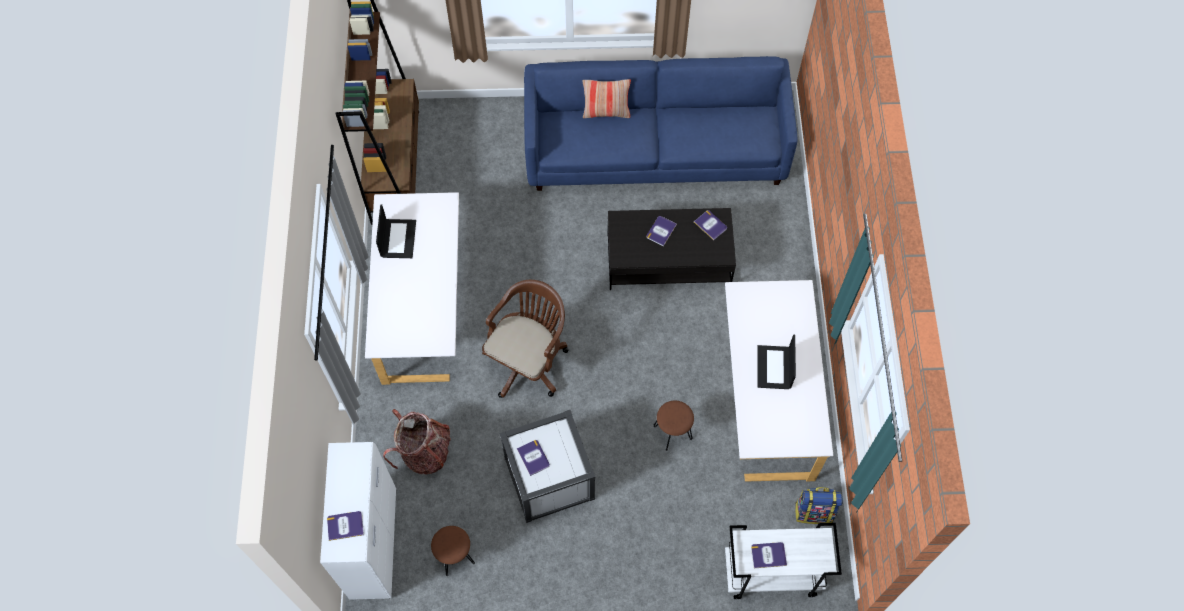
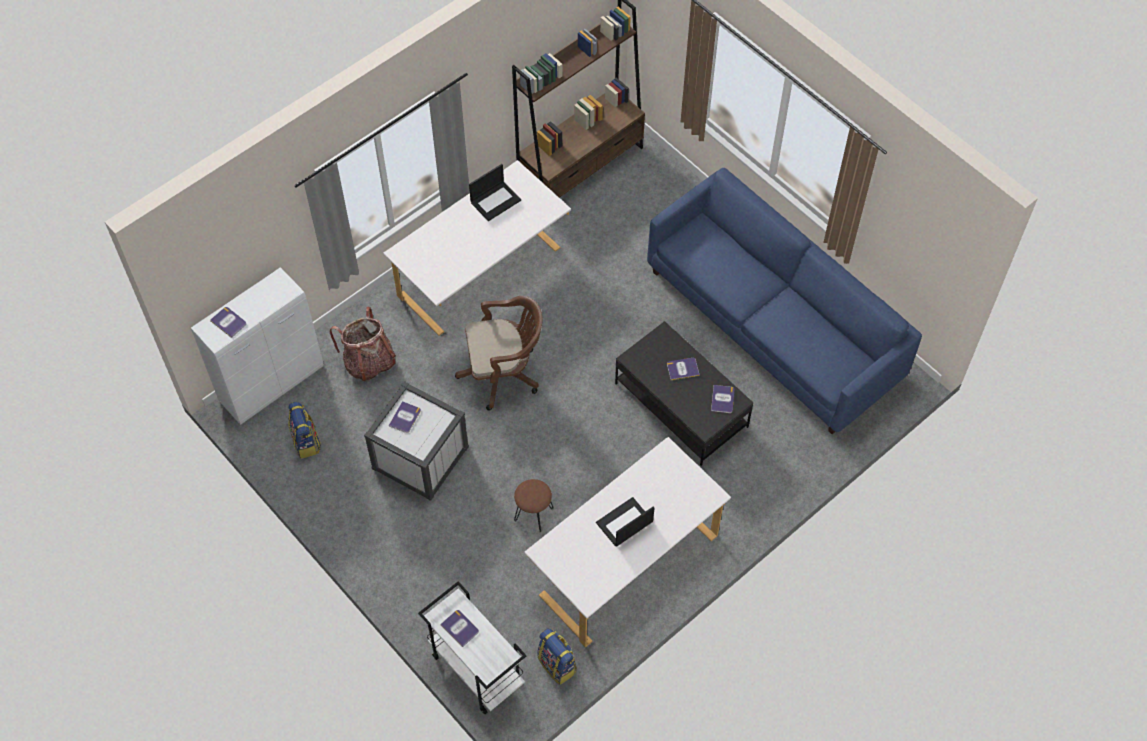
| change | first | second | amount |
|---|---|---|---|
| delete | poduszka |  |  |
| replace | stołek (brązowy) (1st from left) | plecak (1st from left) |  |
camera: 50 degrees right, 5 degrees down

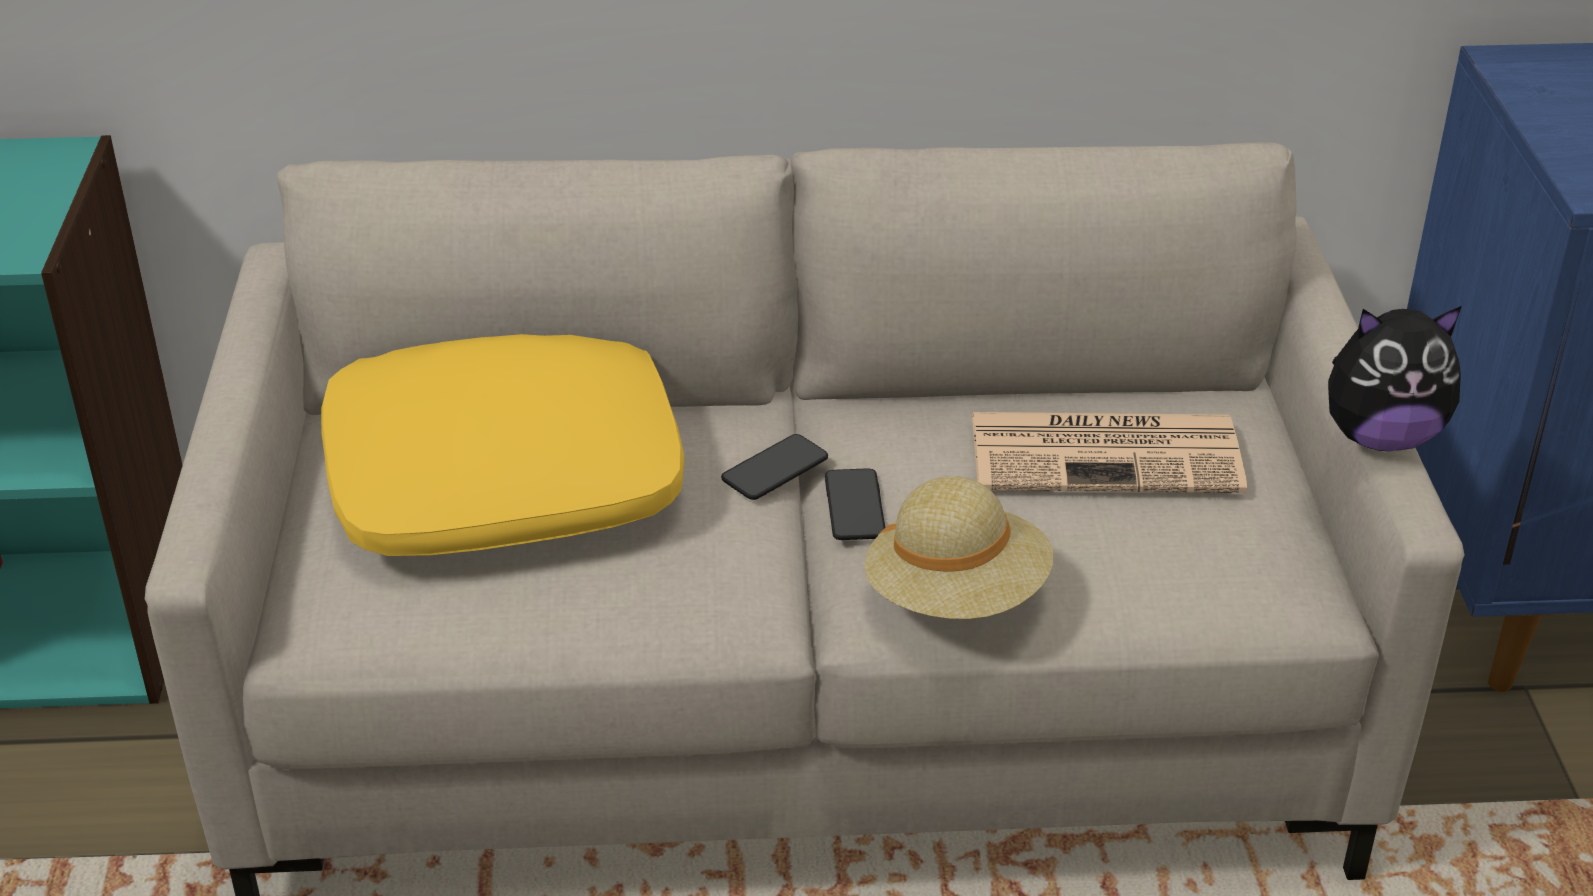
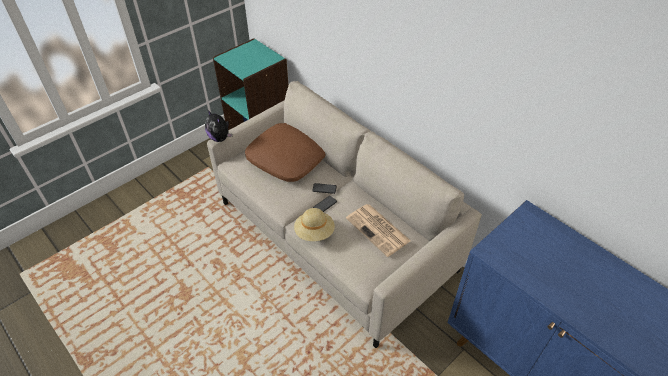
| change | first | second | amount |
|---|---|---|---|
| move | pluszak |  |  |
| recolor | poduszka (żółty) | poduszka (brązowy) |  |
camera: 50 degrees right, 10 degrees up

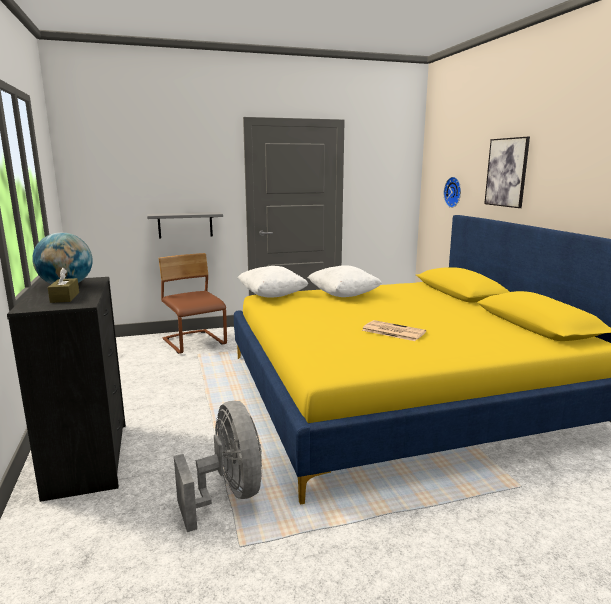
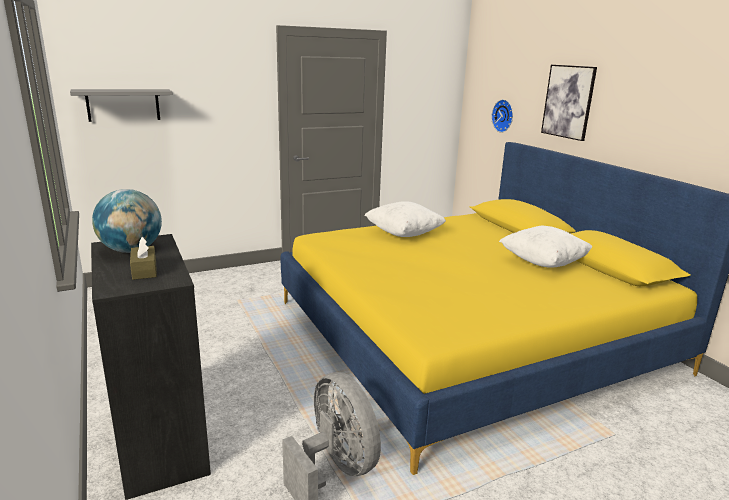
| change | first | second | amount |
|---|---|---|---|
| delete | krzesło (brązowy) |  |  |
| delete | gazeta |  |  |
| move | półka (szary) |  |  |
| move | poduszka (biały) (1st from left in the first image) | poduszka (biały) (2nd from left) |  |
camera: 10 degrees left, 5 degrees up

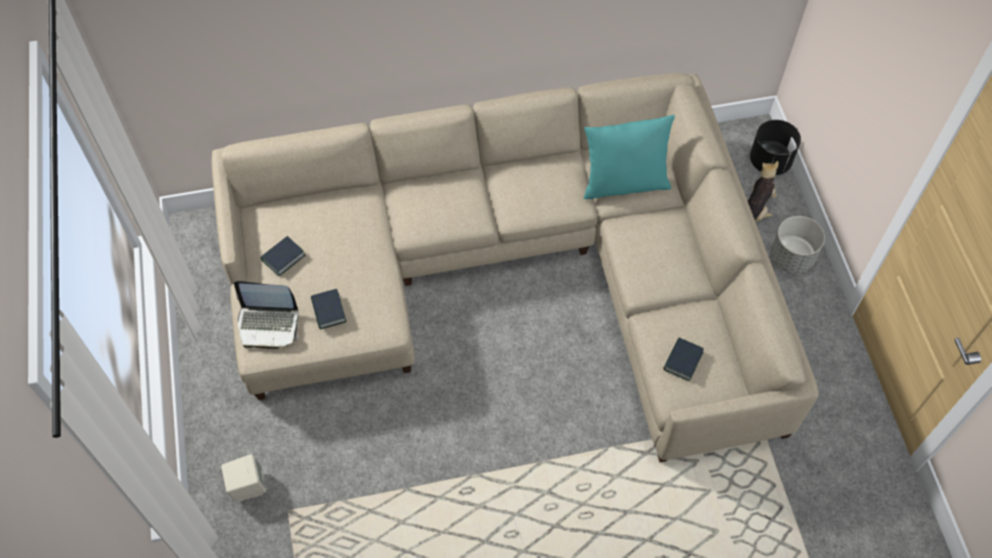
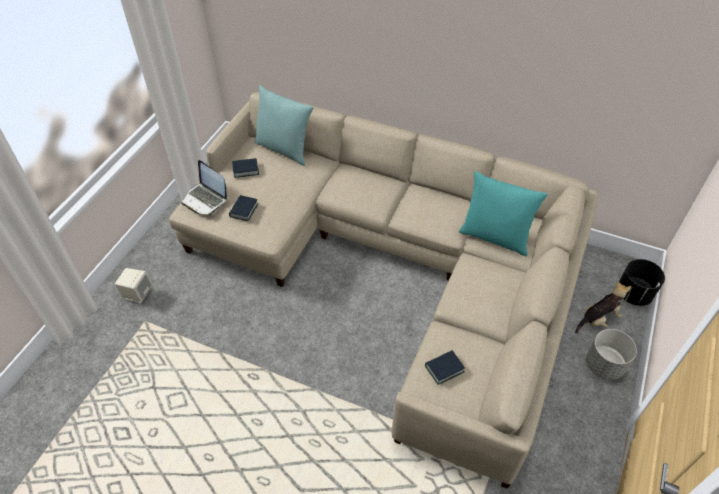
| change | first | second | amount |
|---|---|---|---|
| insert |  | poduszka (turkusowy) (1st from left) |  |
camera: 35 degrees right, 10 degrees down

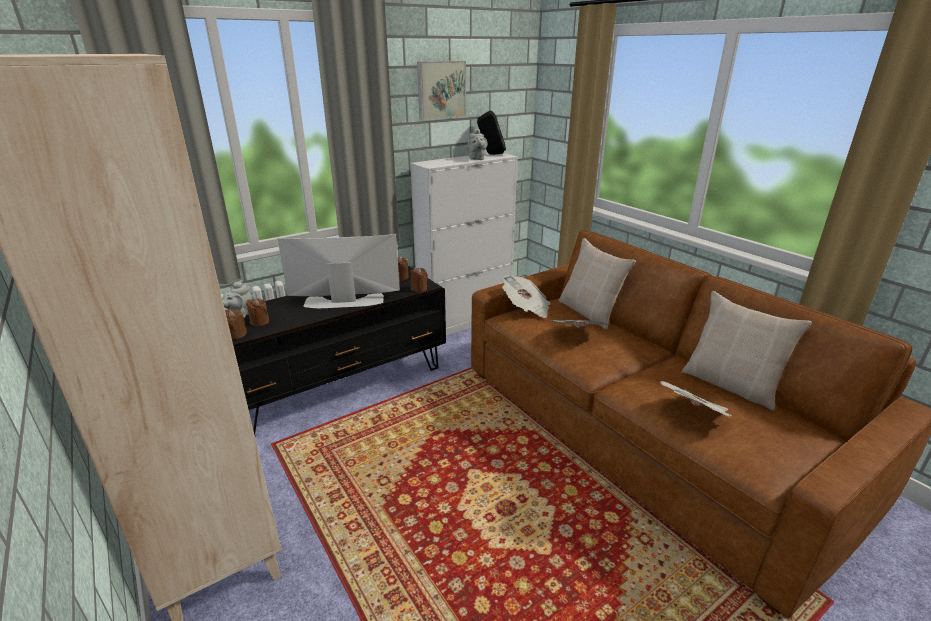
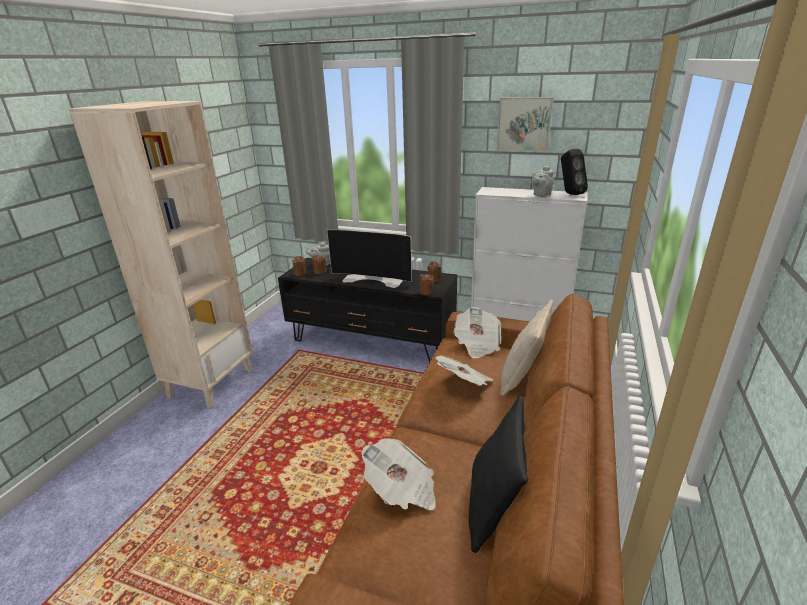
| change | first | second | amount |
|---|---|---|---|
| recolor | poduszka (beżowy) (2nd from left) | poduszka (czarny) |  |
| rotate | telewizor |  | 150 degrees clockwise |
camera: 55 degrees right, 0 degrees up

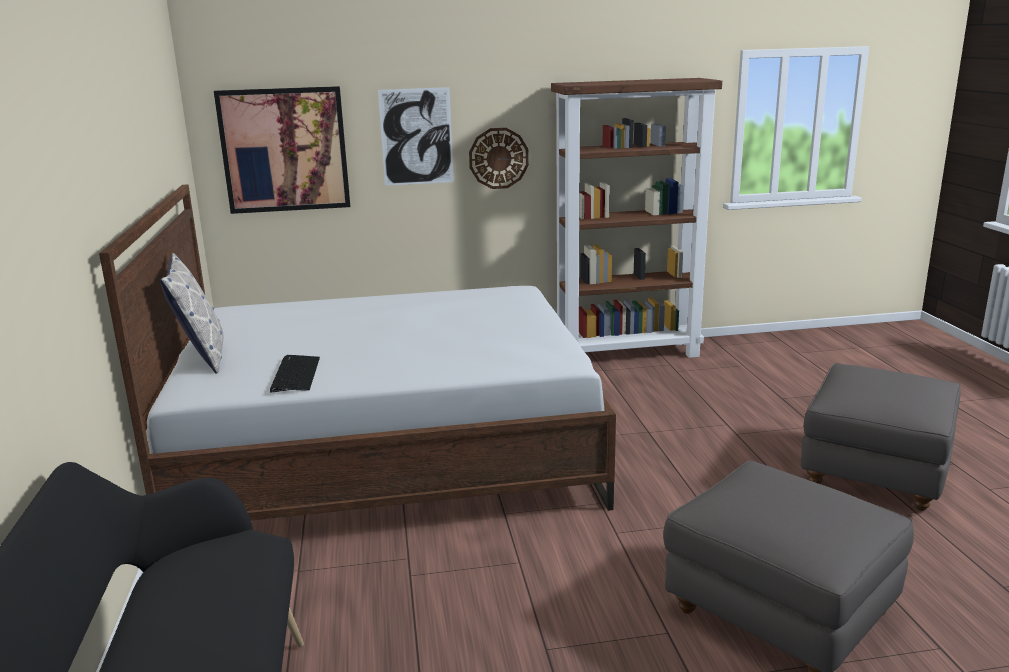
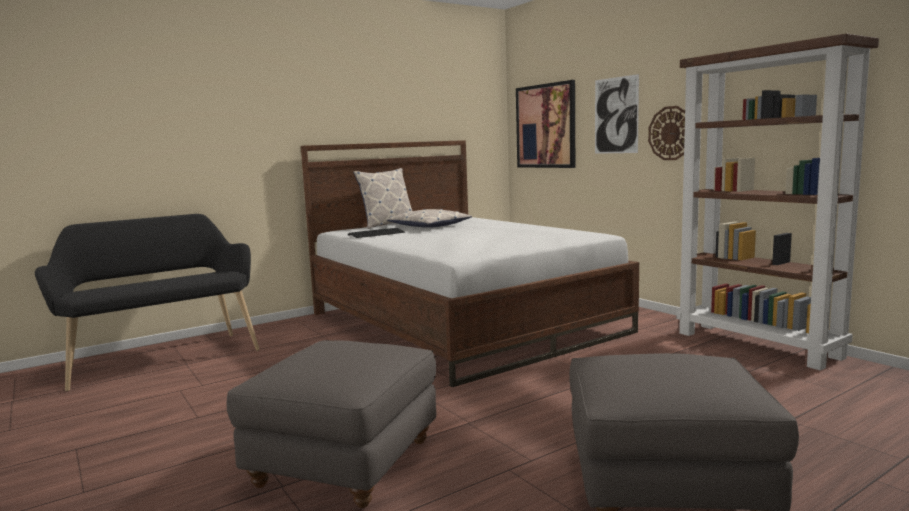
| change | first | second | amount |
|---|---|---|---|
| insert |  | poduszka (2nd from left) |  |
camera: 65 degrees right, 10 degrees down

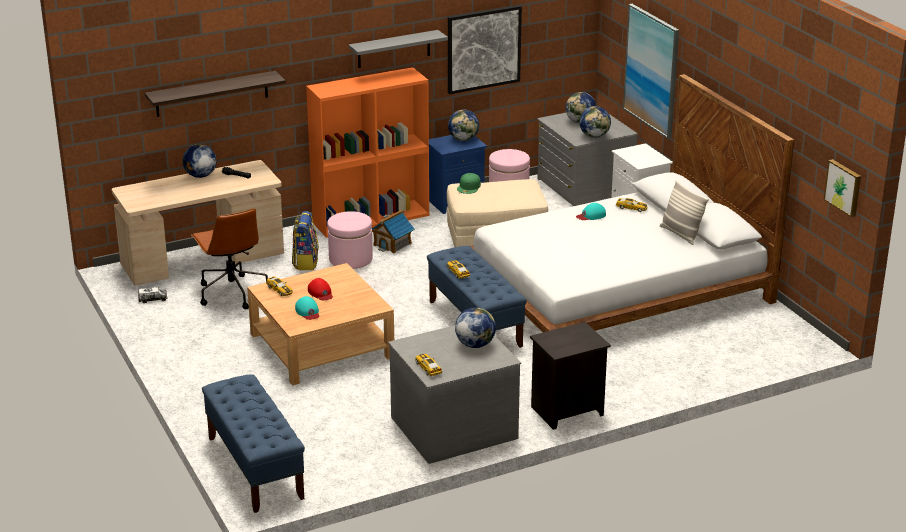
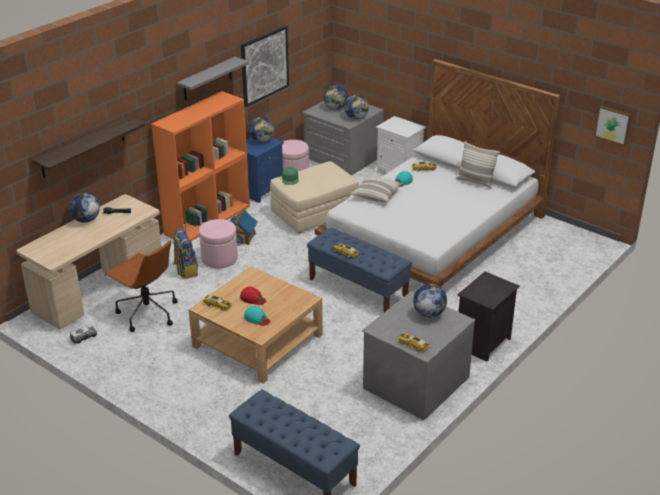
| change | first | second | amount |
|---|---|---|---|
| delete | obraz (2nd from left) |  |  |
| insert |  | poduszka (1st from left) |  |
camera: 25 degrees left, 5 degrees up

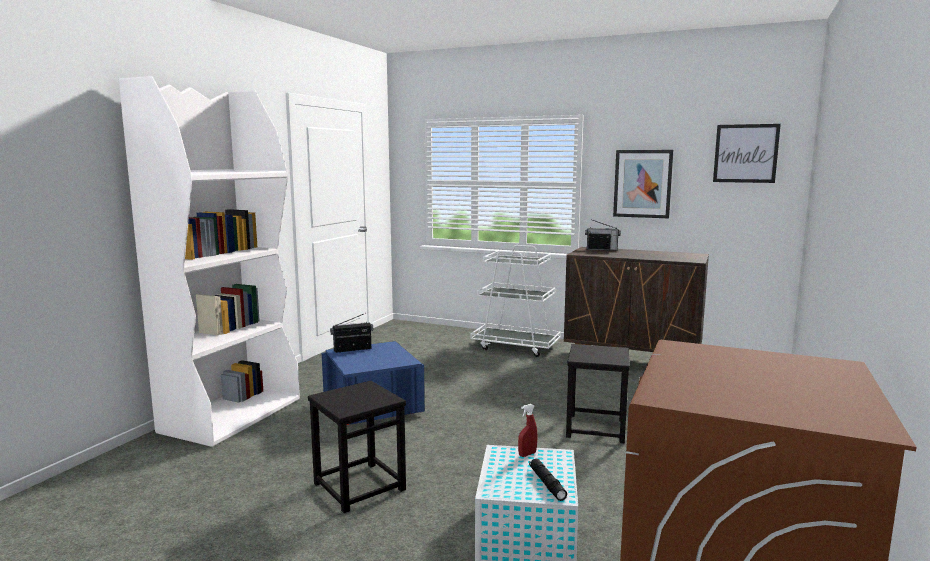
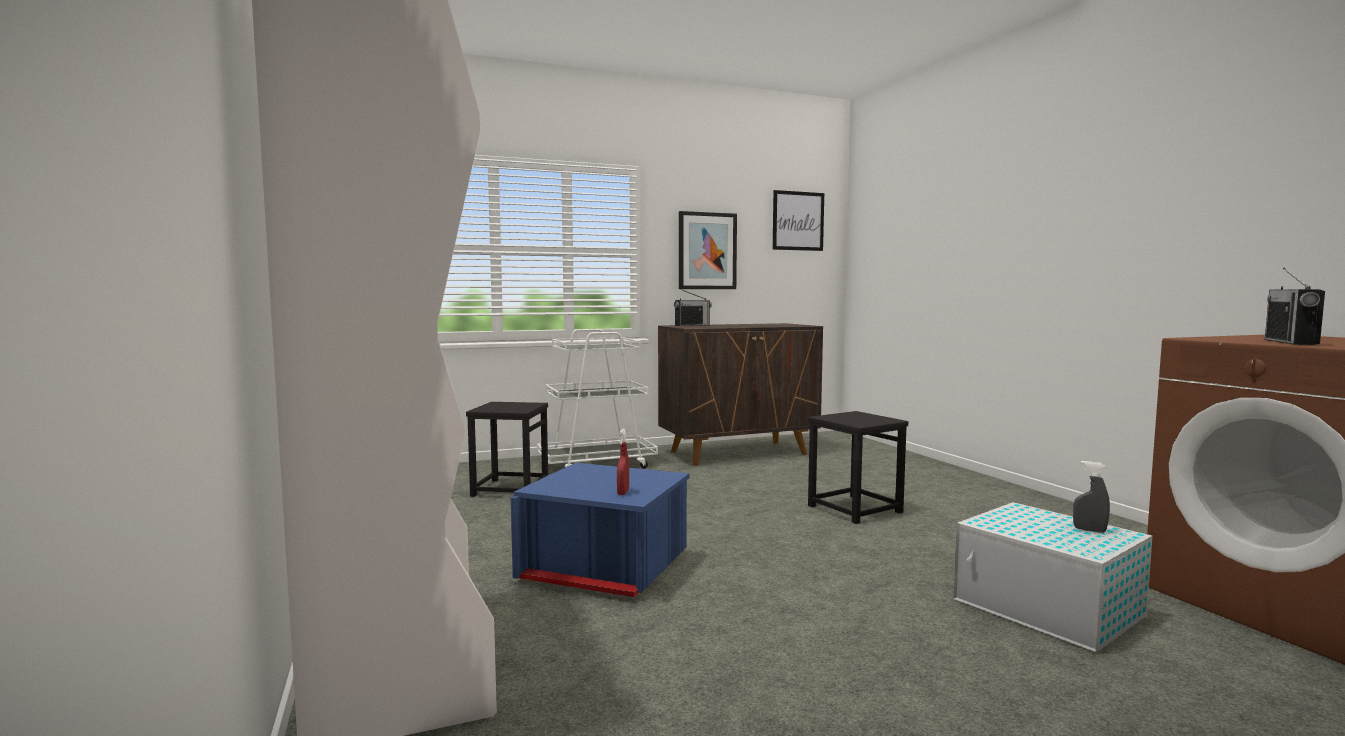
| change | first | second | amount |
|---|---|---|---|
| move | stołek (czarny) (1st from left) |  |  |
| move | radio (1st from left in the first image) | radio (2nd from left) |  |
| move | spryskiwacz (czerwony) |  |  |
| replace | latarka (czarny) | spryskiwacz (szary) |  |
camera: 45 degrees left, 5 degrees down

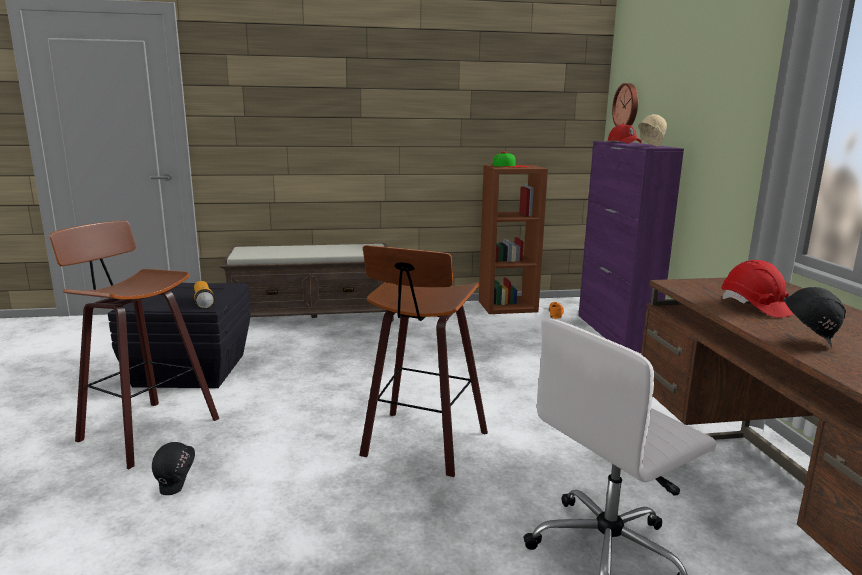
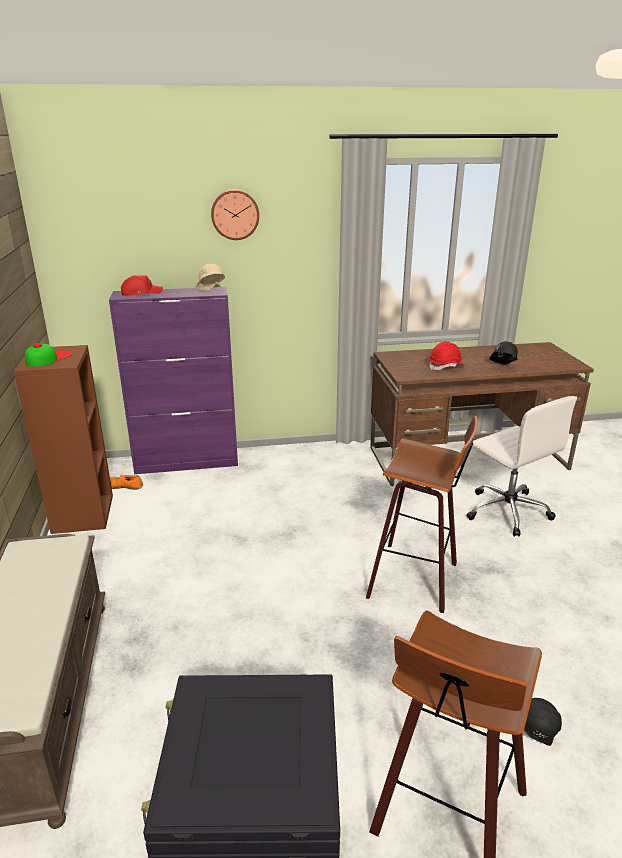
| change | first | second | amount |
|---|---|---|---|
| delete | latarka |  |  |
| move | zegar ścienny |  |  |
camera: 90 degrees left, 10 degrees up

